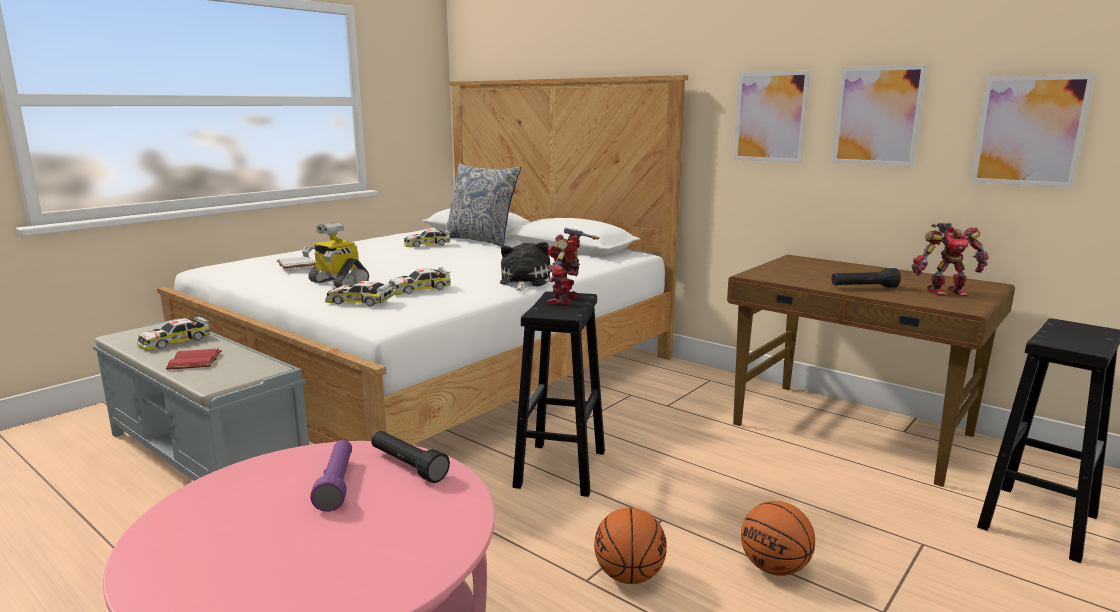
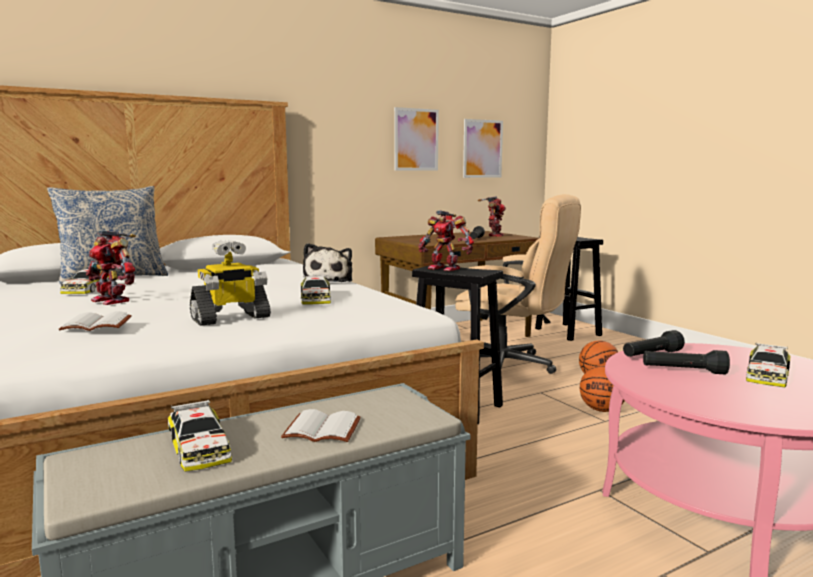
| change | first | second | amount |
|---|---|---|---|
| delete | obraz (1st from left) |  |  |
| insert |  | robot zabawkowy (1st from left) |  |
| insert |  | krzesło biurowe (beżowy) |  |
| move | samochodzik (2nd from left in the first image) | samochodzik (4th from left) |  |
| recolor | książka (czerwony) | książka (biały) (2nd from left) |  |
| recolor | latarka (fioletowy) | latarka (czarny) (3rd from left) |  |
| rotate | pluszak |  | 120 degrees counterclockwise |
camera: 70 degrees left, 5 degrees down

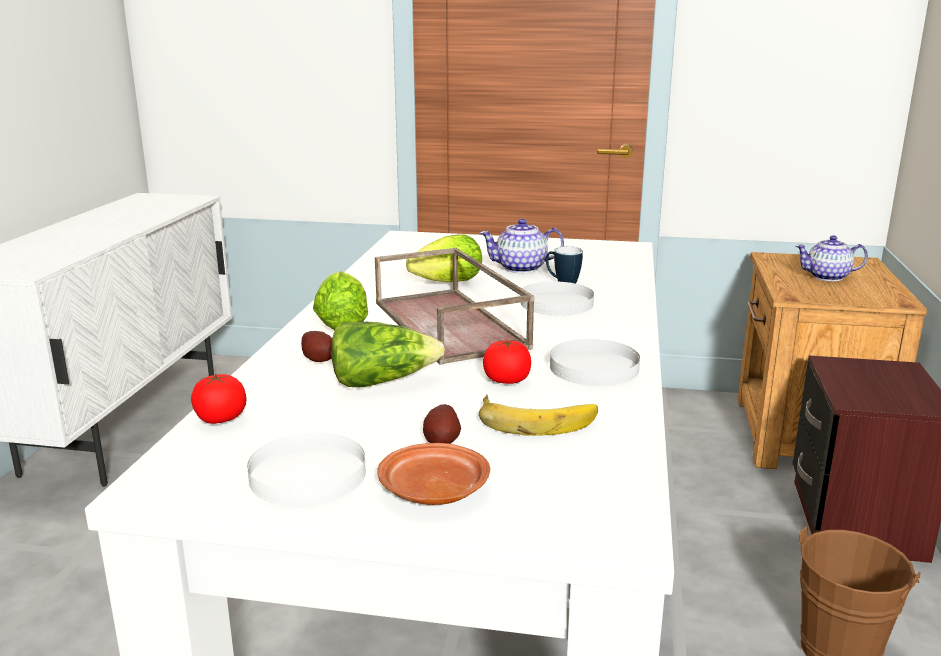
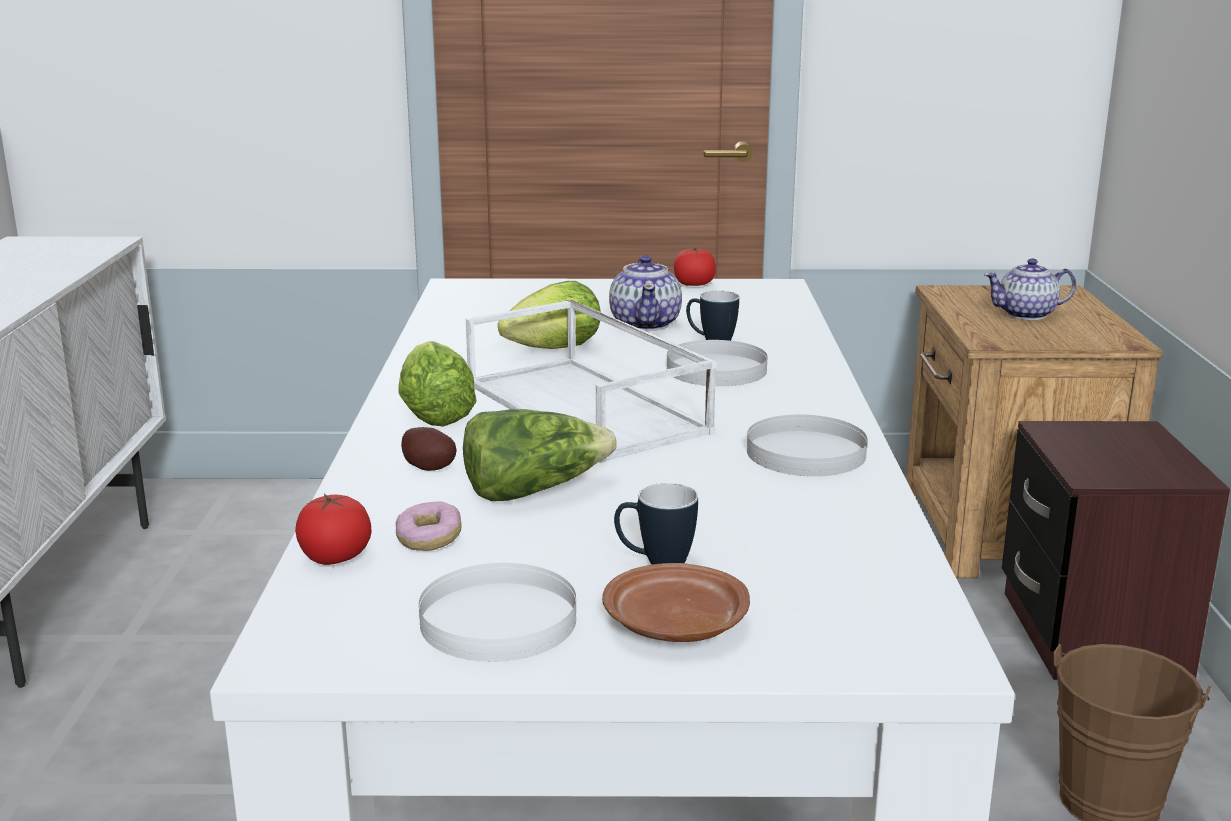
| change | first | second | amount |
|---|---|---|---|
| delete | banan |  |  |
| insert |  | donut |  |
| move | pomidor (2nd from left) |  |  |
| replace | ziemniak (2nd from left) | kubek (1st from left) |  |
| recolor | taca (brązowy) | taca (biały) |  |
| rotate | imbryk (1st from left) |  | 75 degrees counterclockwise |
camera: 10 degrees left, 0 degrees up

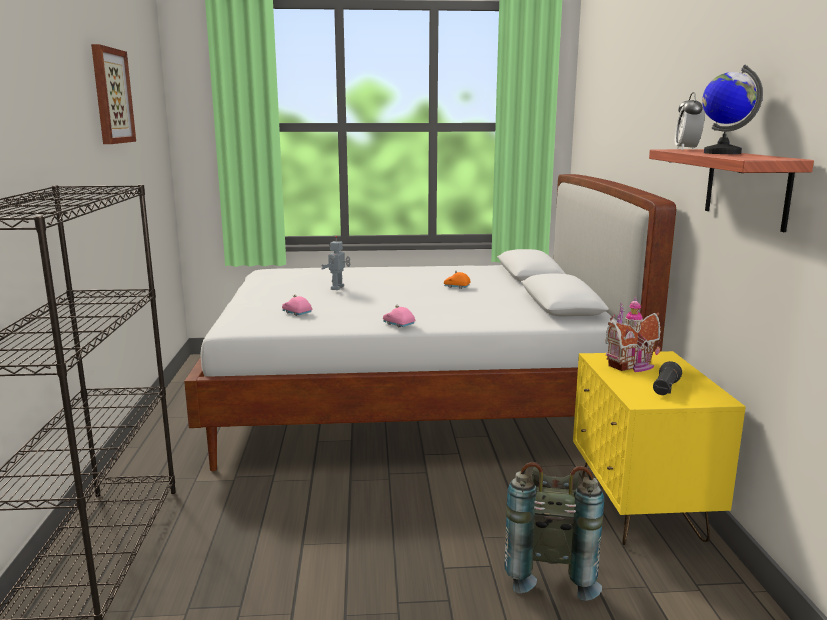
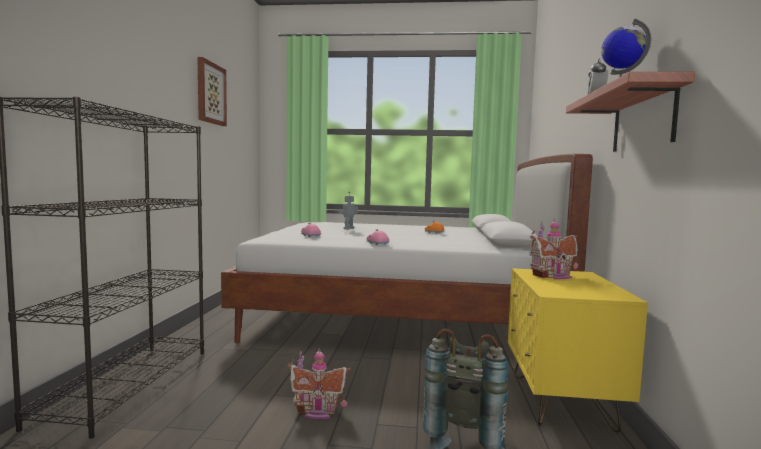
| change | first | second | amount |
|---|---|---|---|
| delete | latarka (czarny) |  |  |
| insert |  | domek (1st from left) |  |
camera: 10 degrees right, 10 degrees down

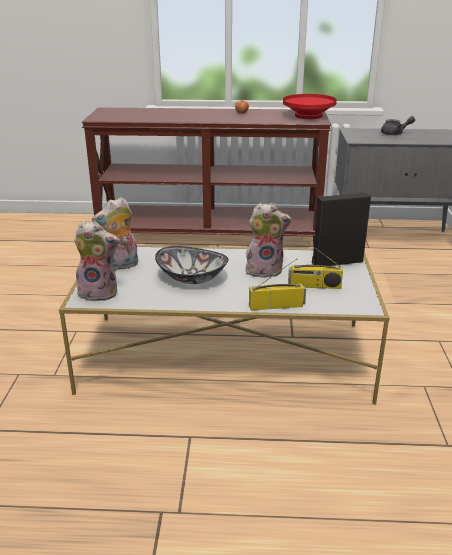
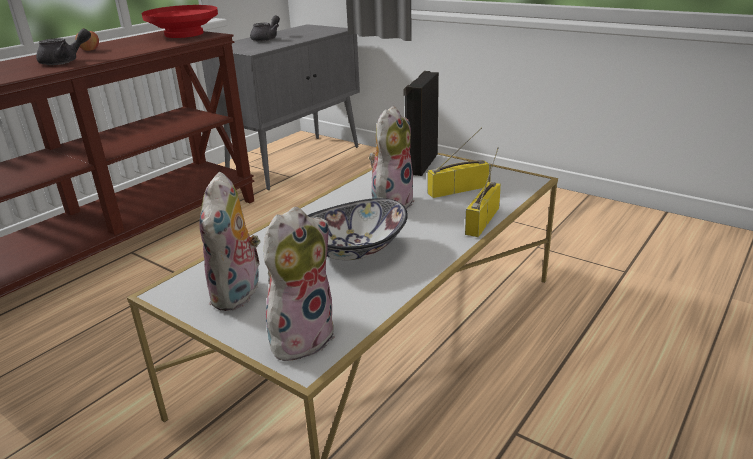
| change | first | second | amount |
|---|---|---|---|
| insert |  | imbryk (szary) (1st from left) |  |
| rotate | radio (2nd from left in the first image) | radio (1st from left) | 150 degrees counterclockwise |
camera: 55 degrees left, 0 degrees up

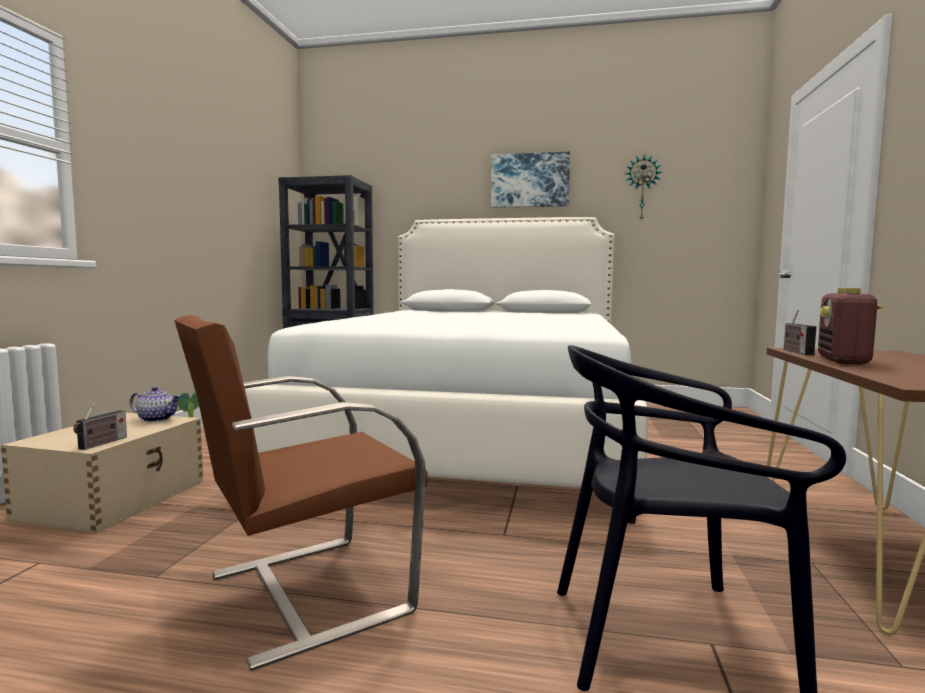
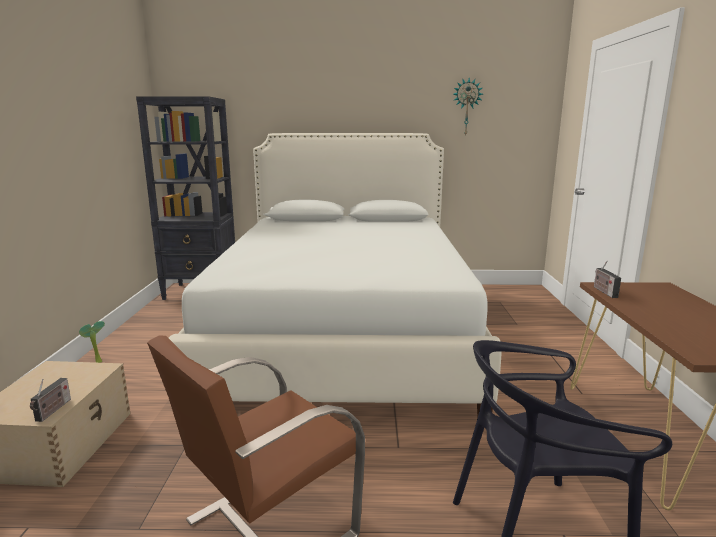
| change | first | second | amount |
|---|---|---|---|
| delete | imbryk |  |  |
| delete | obraz |  |  |
| delete | radio (3rd from left) |  |  |
camera: 10 degrees left, 10 degrees up

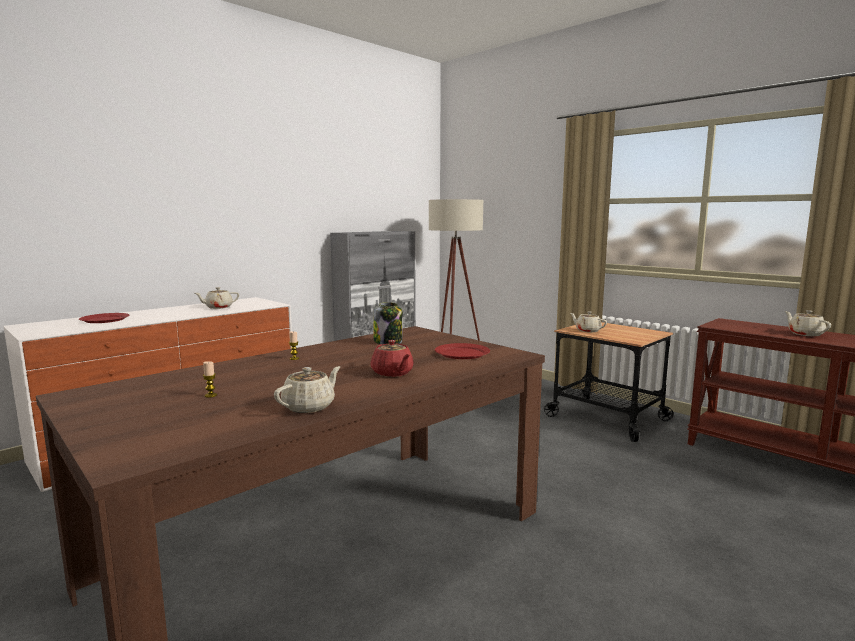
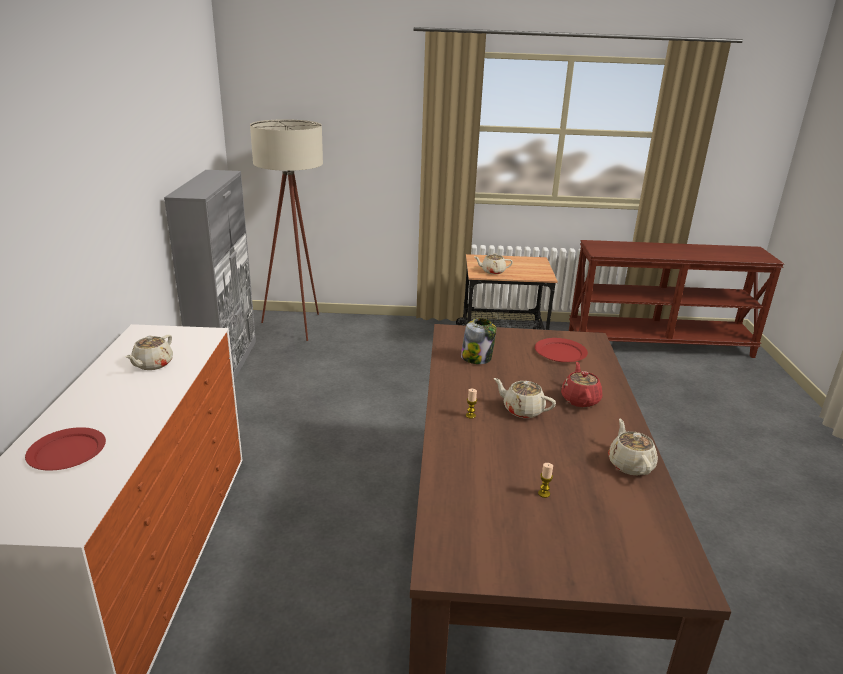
| change | first | second | amount |
|---|---|---|---|
| move | imbryk (beżowy) (4th from left in the first image) | imbryk (beżowy) (3rd from left) |  |
| rotate | imbryk (czerwony) |  | 105 degrees counterclockwise |
camera: 45 degrees left, 15 degrees up

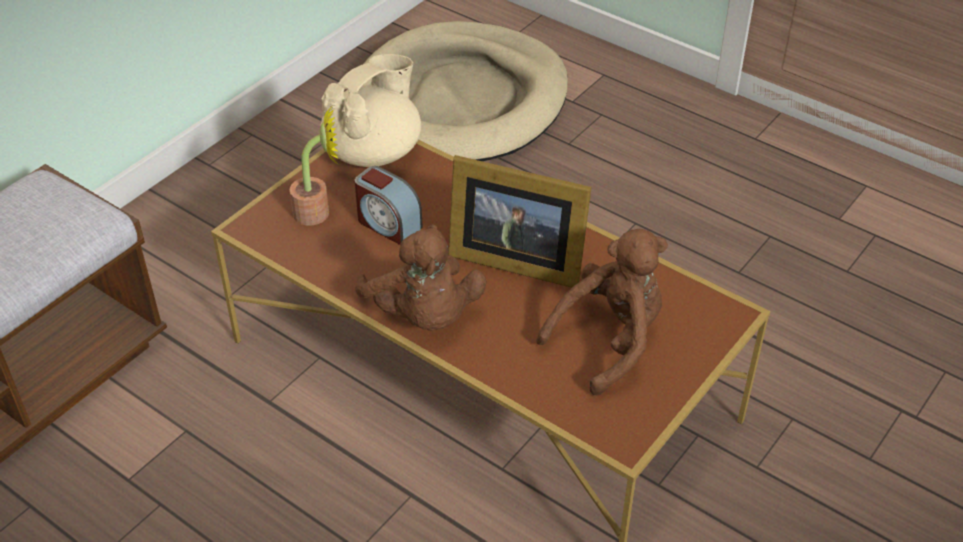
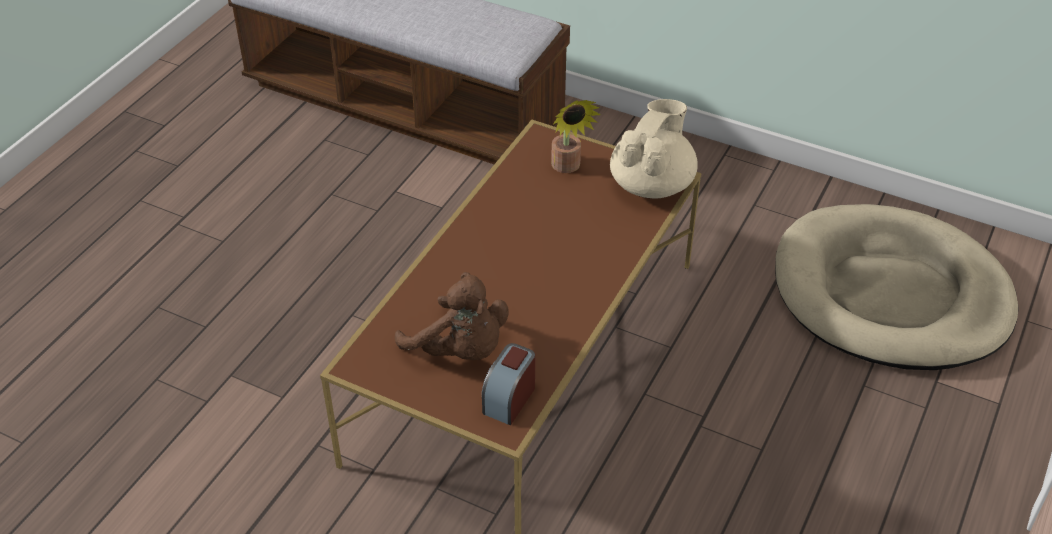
| change | first | second | amount |
|---|---|---|---|
| delete | pluszak (brązowy) (1st from left) |  |  |
| delete | ramka na zdjęcie |  |  |
| move | budzik |  |  |
| rotate | imbryk (beżowy) |  | 90 degrees counterclockwise |
camera: 80 degrees right, 0 degrees up

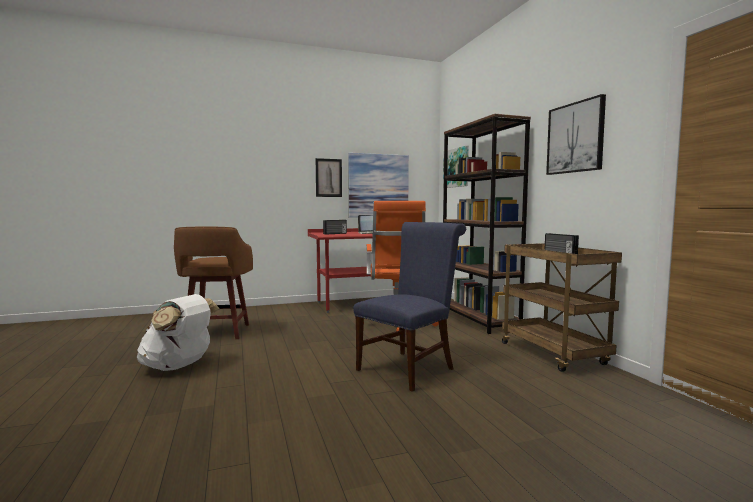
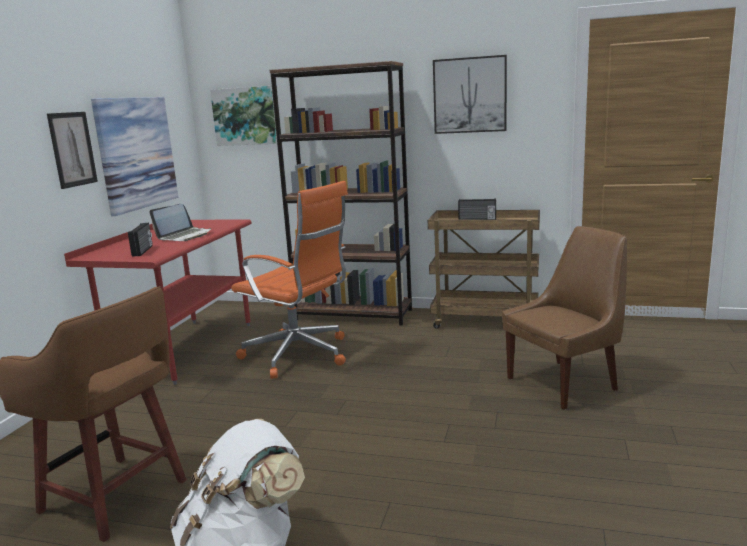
| change | first | second | amount |
|---|---|---|---|
| delete | krzesło (niebieski) |  |  |
| insert |  | krzesło (brązowy) |  |
camera: 55 degrees left, 10 degrees up

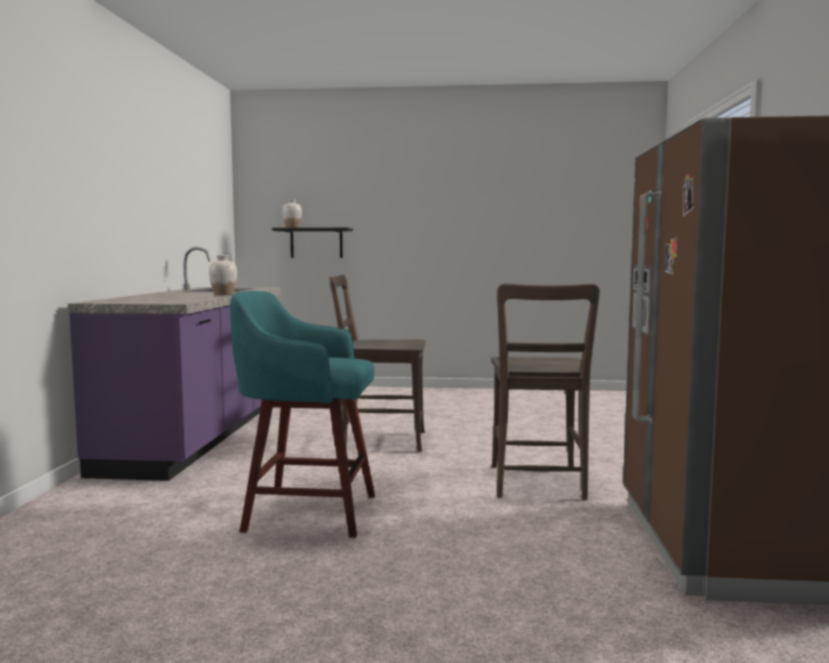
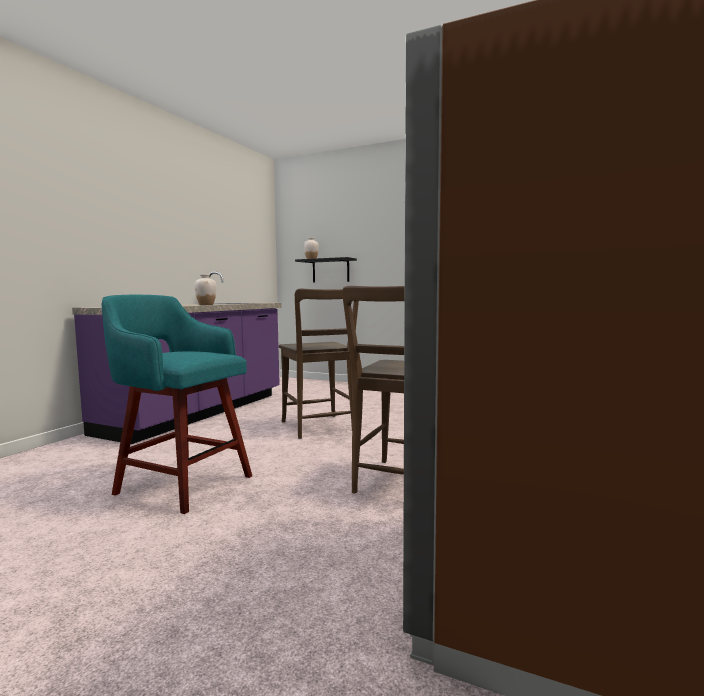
| change | first | second | amount |
|---|---|---|---|
| rotate | krzesło (brązowy) (1st from left) |  | 135 degrees counterclockwise |
camera: 20 degrees right, 0 degrees up

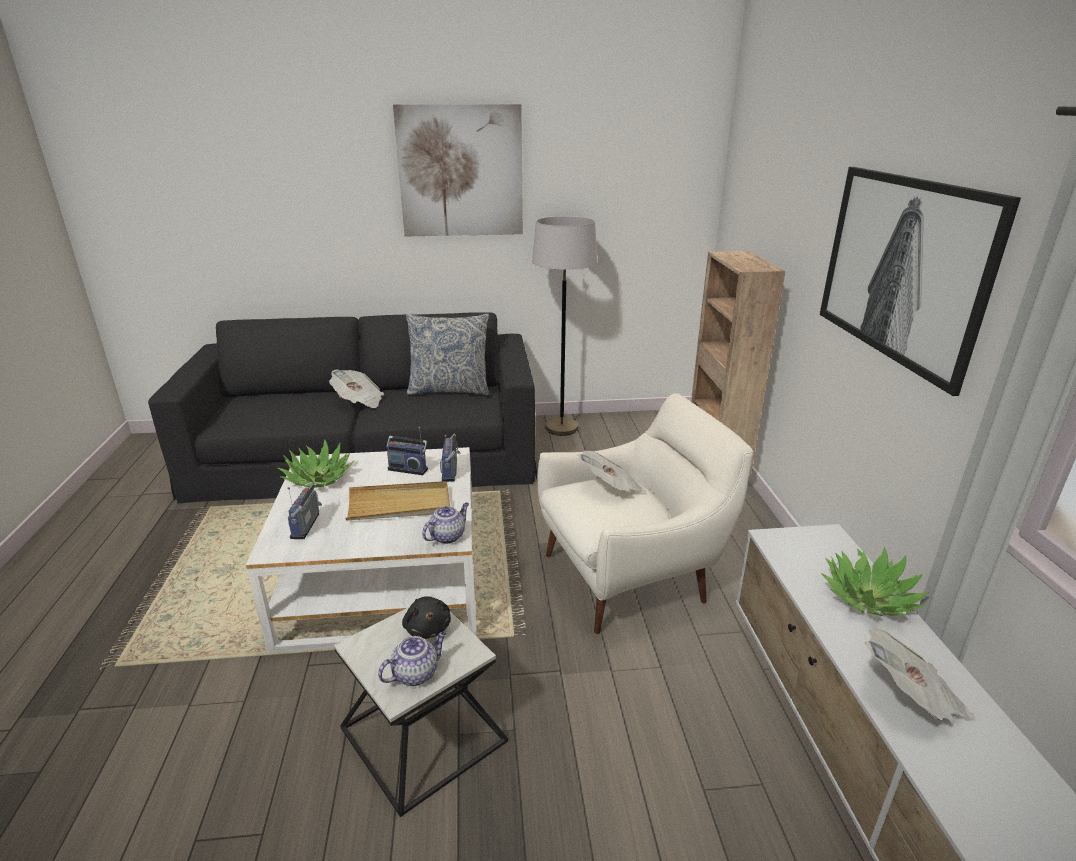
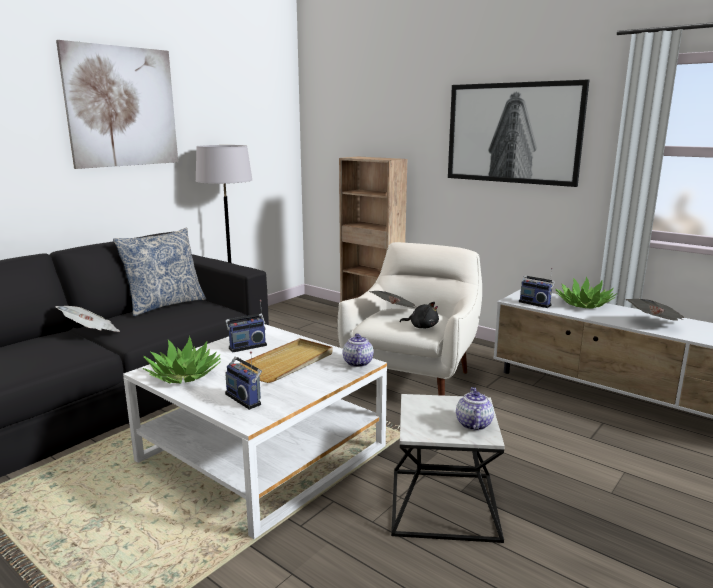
| change | first | second | amount |
|---|---|---|---|
| move | pluszak (czarny) |  |  |
| move | radio (3rd from left) |  |  |
camera: 45 degrees left, 10 degrees down

